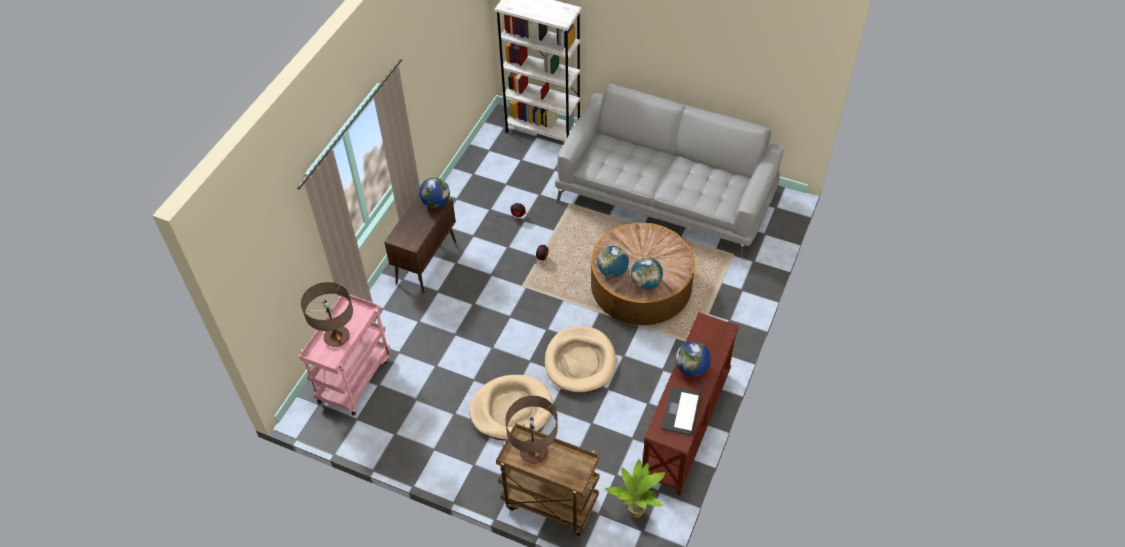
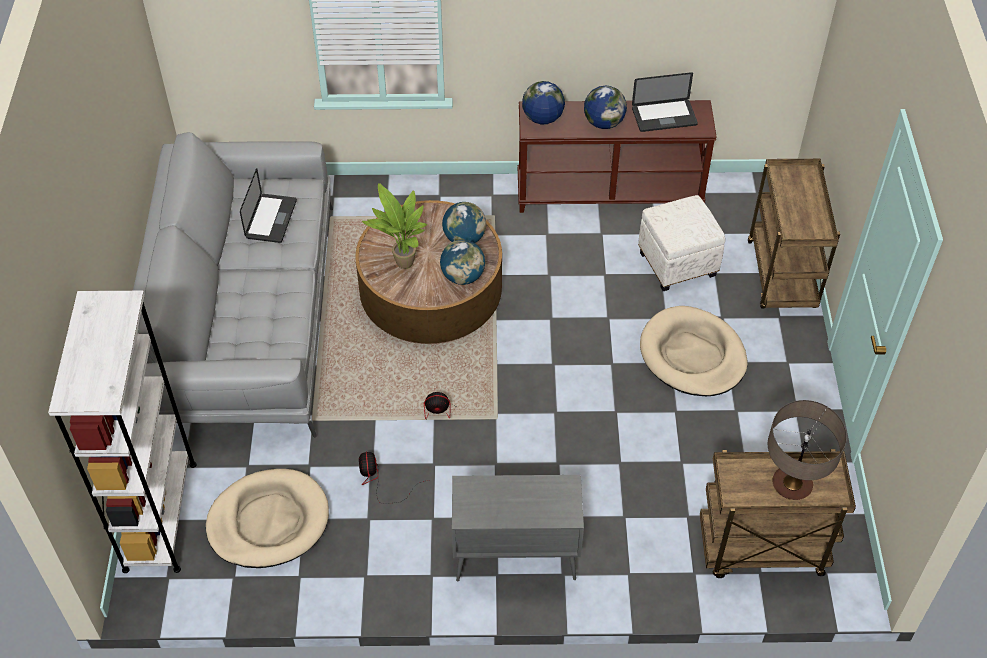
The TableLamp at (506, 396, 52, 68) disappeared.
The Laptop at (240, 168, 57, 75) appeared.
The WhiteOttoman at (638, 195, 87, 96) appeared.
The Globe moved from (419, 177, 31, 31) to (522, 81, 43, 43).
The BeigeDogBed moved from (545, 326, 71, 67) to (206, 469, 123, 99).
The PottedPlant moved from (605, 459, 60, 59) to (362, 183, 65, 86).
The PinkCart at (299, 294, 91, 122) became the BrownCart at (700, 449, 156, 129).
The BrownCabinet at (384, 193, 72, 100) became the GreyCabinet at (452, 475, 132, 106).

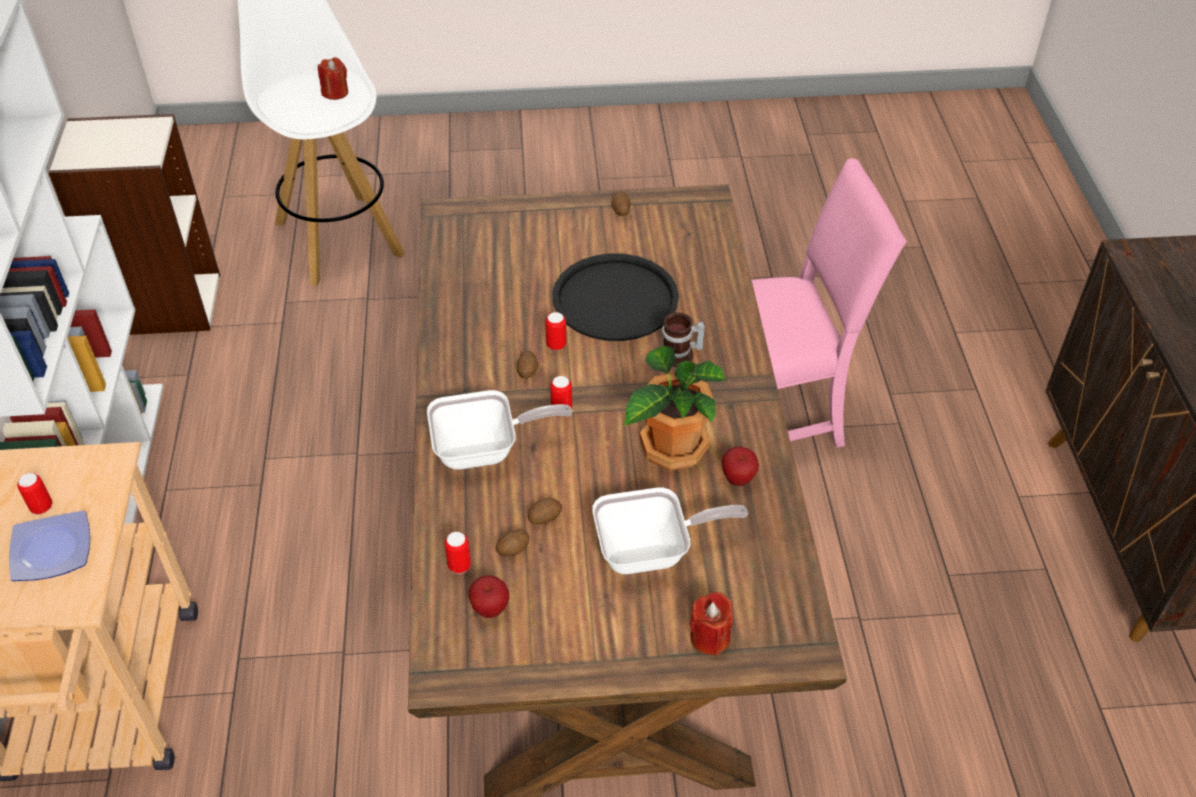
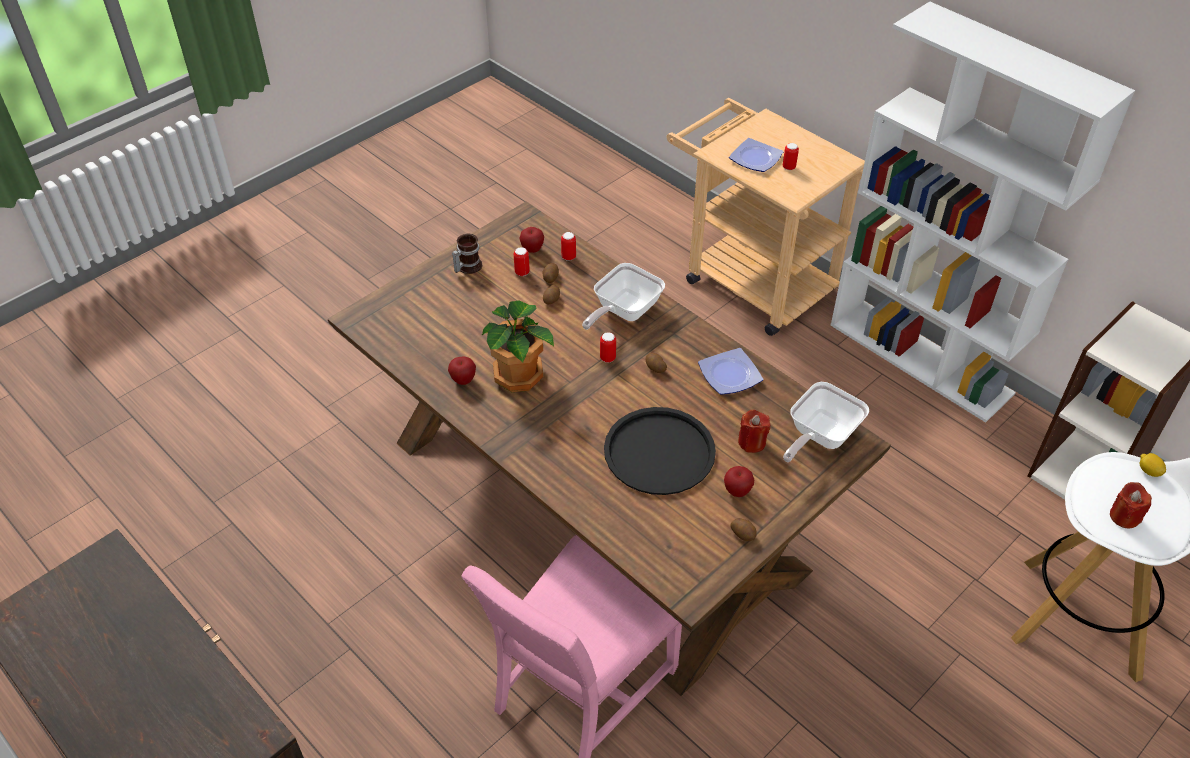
The Plate at (698, 348, 65, 47) appeared.
The Apple at (724, 466, 30, 31) appeared.
The Lemon at (1140, 453, 26, 24) appeared.
The Can moved from (545, 312, 21, 38) to (514, 247, 16, 29).
The FryingPan moved from (592, 488, 156, 86) to (783, 382, 86, 80).
The Mug moved from (662, 312, 43, 55) to (452, 234, 30, 40).
The RedCandle moved from (690, 592, 43, 64) to (738, 410, 32, 43).

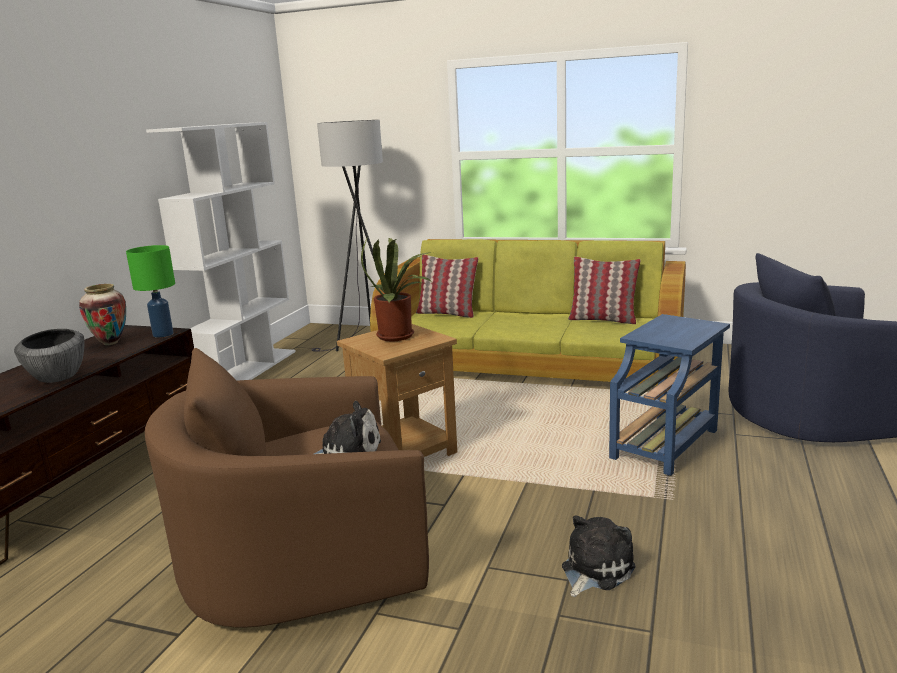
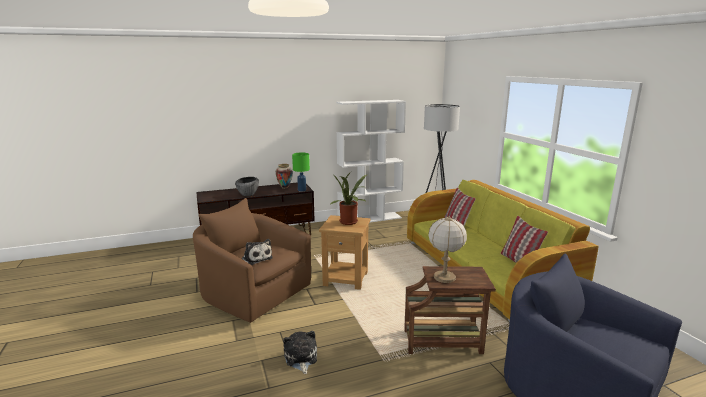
The TableLamp at (428, 216, 39, 67) appeared.
The BlueSideTable at (609, 314, 121, 162) became the BrownSideTable at (404, 266, 92, 88).
The PlushToy at (562, 515, 74, 82) turned 105 degrees counterclockwise.

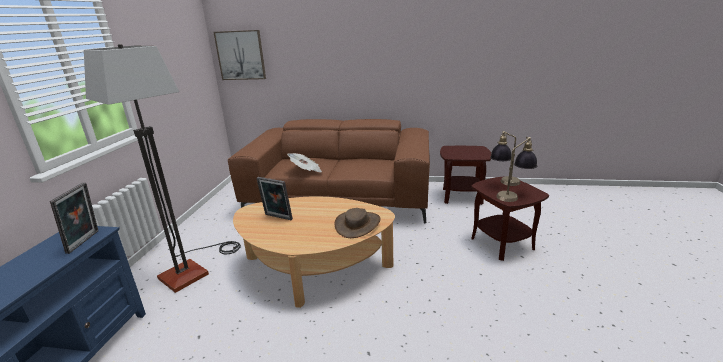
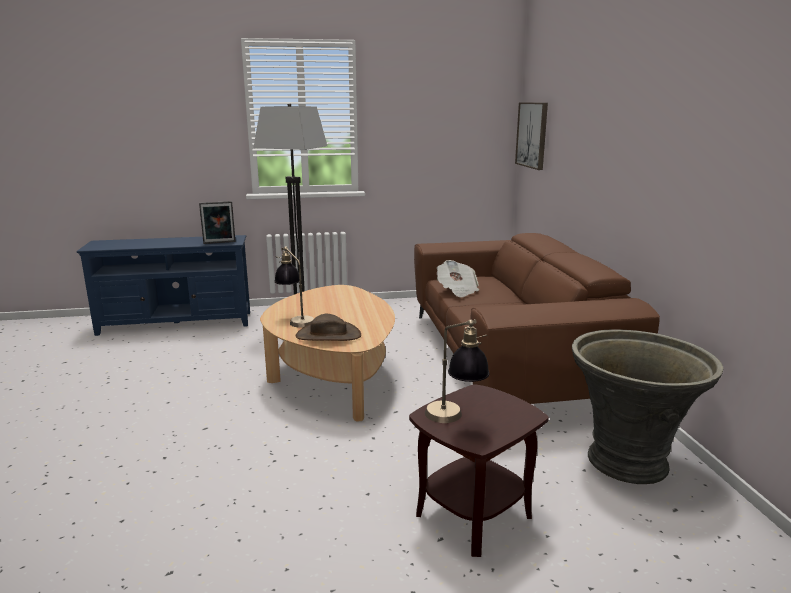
The PictureFrame at (256, 177, 37, 43) disappeared.
The TableLamp moved from (490, 131, 30, 55) to (274, 247, 40, 81).
The BrownSideTable at (440, 146, 51, 59) was replaced by the GreyPlanter at (572, 329, 152, 155).

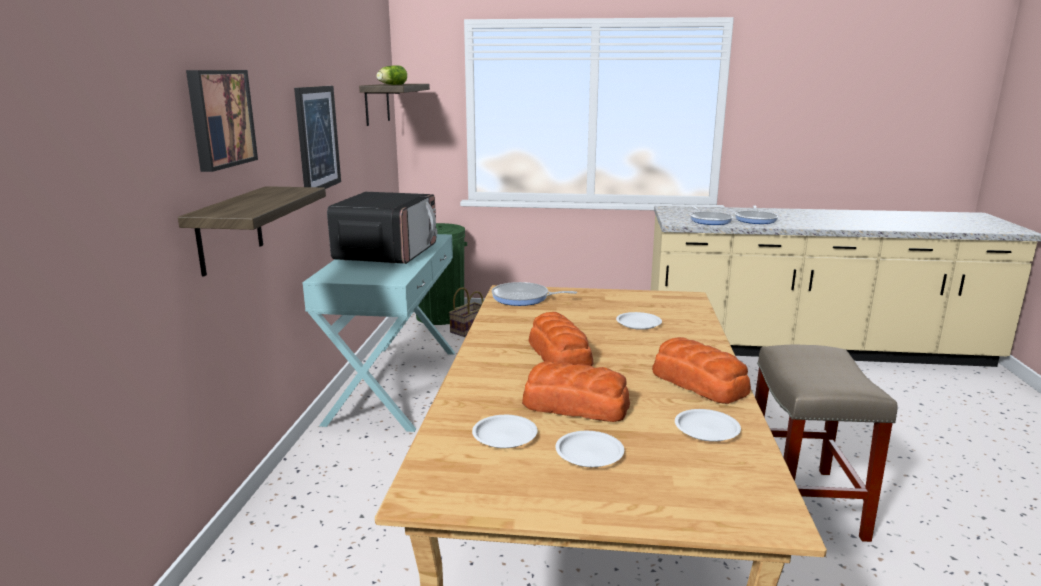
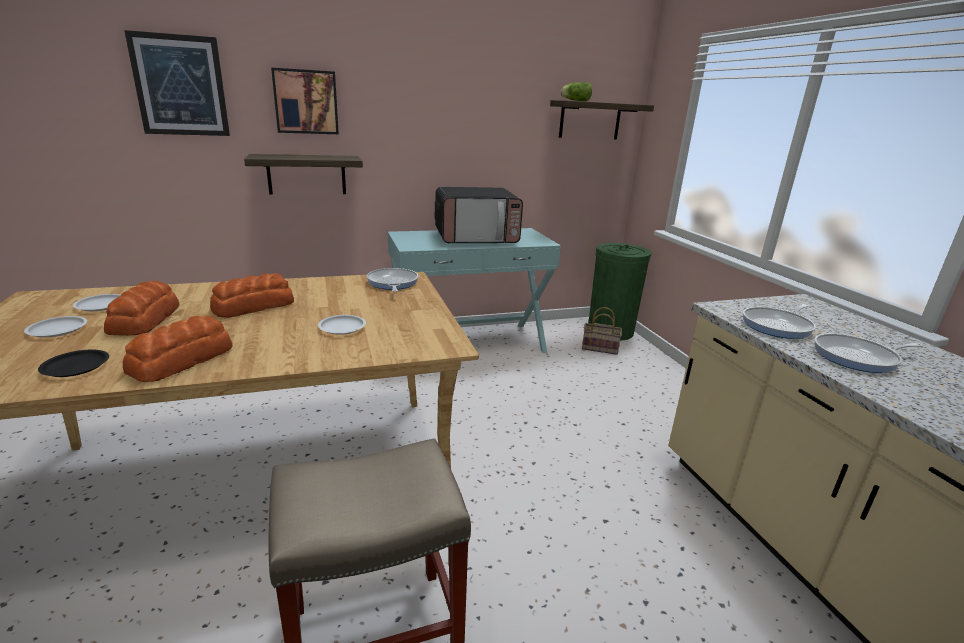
The Picture moved from (294, 86, 47, 103) to (124, 30, 106, 106).
The WhitePlate at (675, 409, 66, 33) became the BlackPlate at (38, 350, 71, 27).

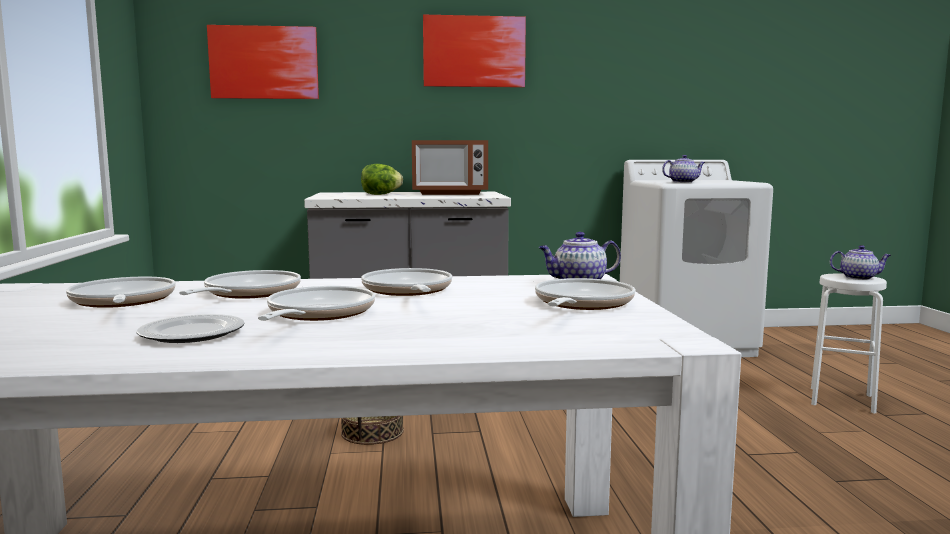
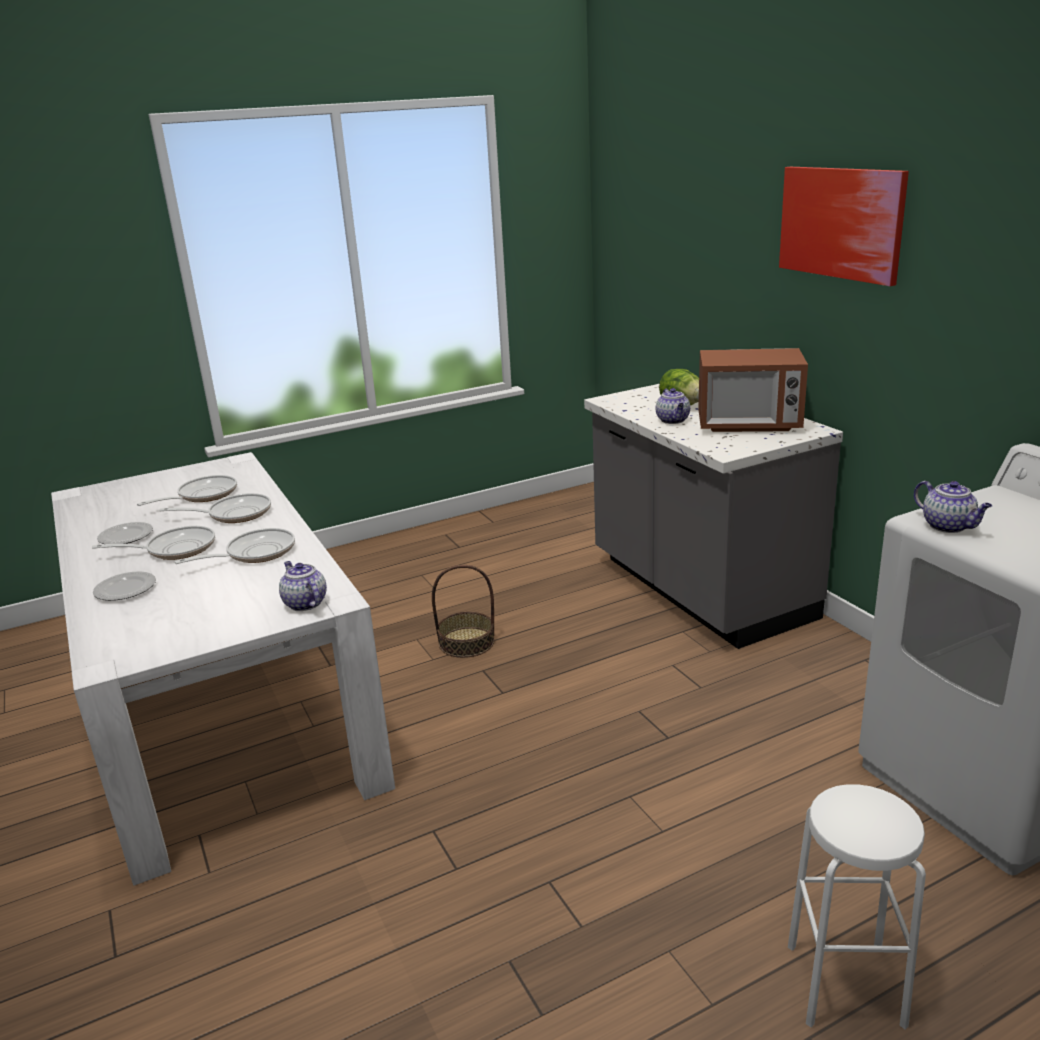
The Picture at (207, 25, 112, 74) disappeared.
The FryingPan at (535, 278, 100, 32) disappeared.
The Plate at (93, 571, 63, 30) appeared.
The Teapot moved from (830, 245, 61, 35) to (656, 388, 34, 36).
The Microwave at (412, 140, 76, 55) turned 60 degrees counterclockwise.

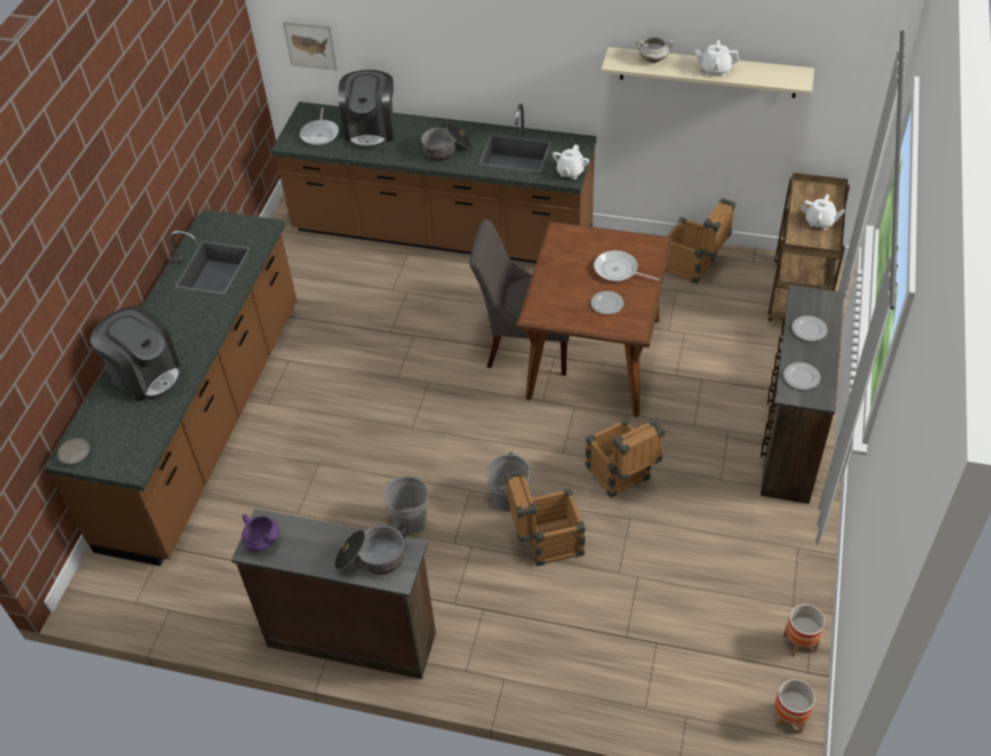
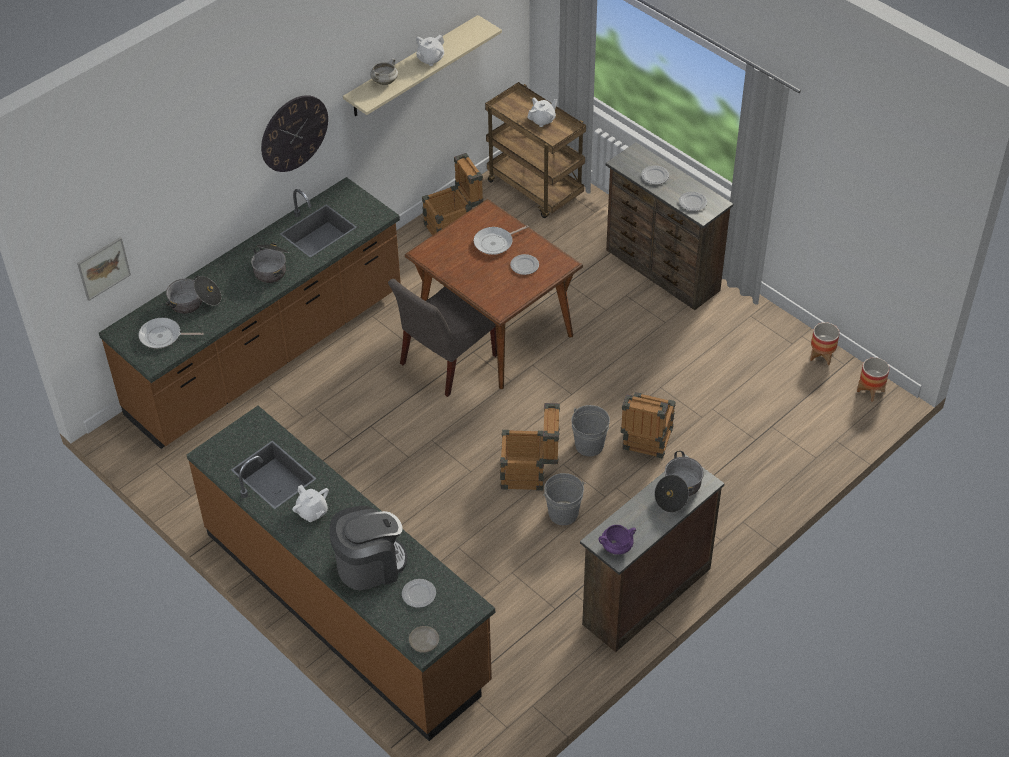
The WallClock at (261, 95, 67, 77) appeared.
The Plate at (402, 579, 34, 29) appeared.
The WhiteTeapot moved from (552, 145, 37, 34) to (292, 485, 37, 37).
The Crate moved from (585, 418, 80, 80) to (500, 403, 60, 88).
The CoffeeMachine at (338, 70, 57, 80) was replaced by the CookingPot at (165, 276, 56, 38).
The FryingPan at (300, 107, 39, 38) turned 150 degrees clockwise.

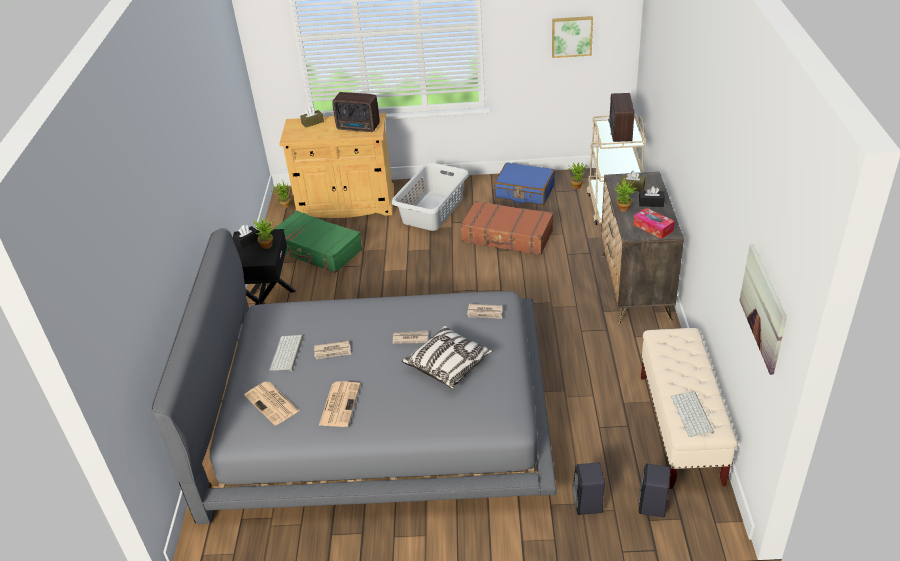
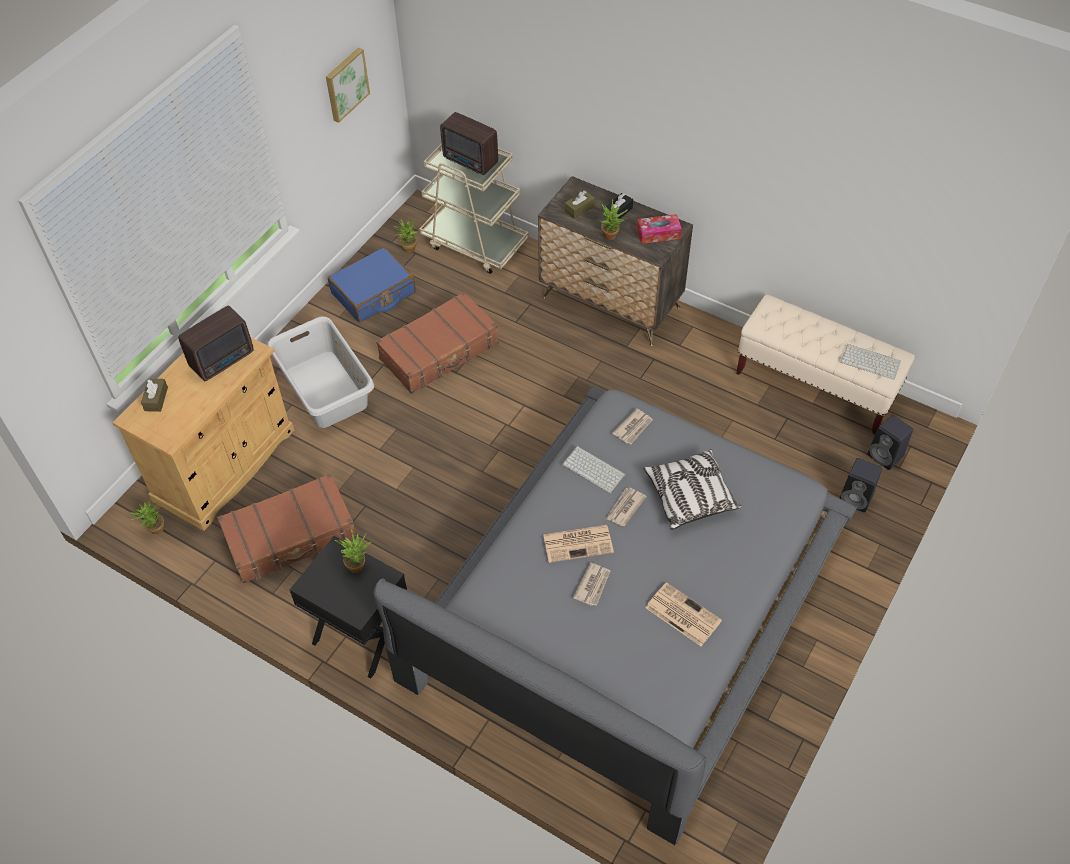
The BlackTissueBox at (233, 225, 26, 24) disappeared.
The Picture at (739, 244, 48, 131) disappeared.
The Newspaper moved from (244, 381, 56, 45) to (543, 525, 71, 38).
The Keyboard moved from (269, 335, 34, 36) to (563, 446, 63, 47).
The GreenSuitcase at (275, 210, 88, 63) became the BrownSuitcase at (217, 473, 140, 110).

